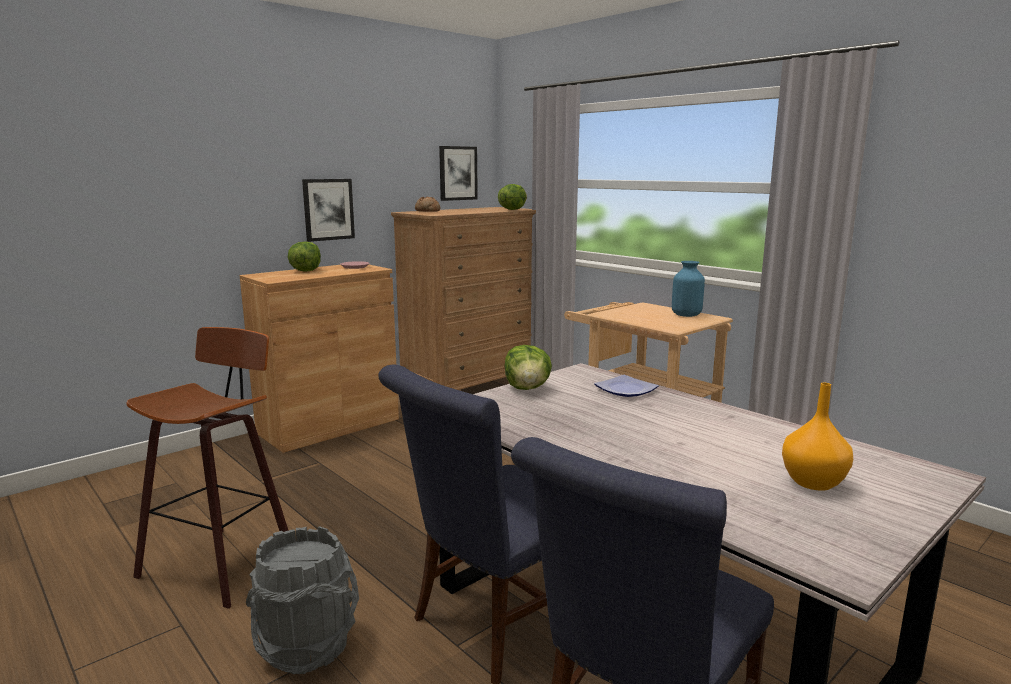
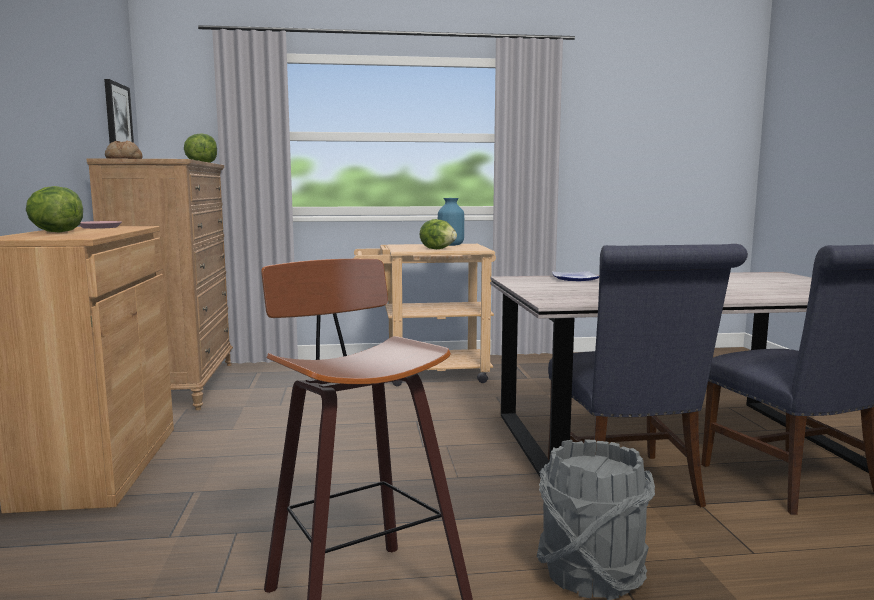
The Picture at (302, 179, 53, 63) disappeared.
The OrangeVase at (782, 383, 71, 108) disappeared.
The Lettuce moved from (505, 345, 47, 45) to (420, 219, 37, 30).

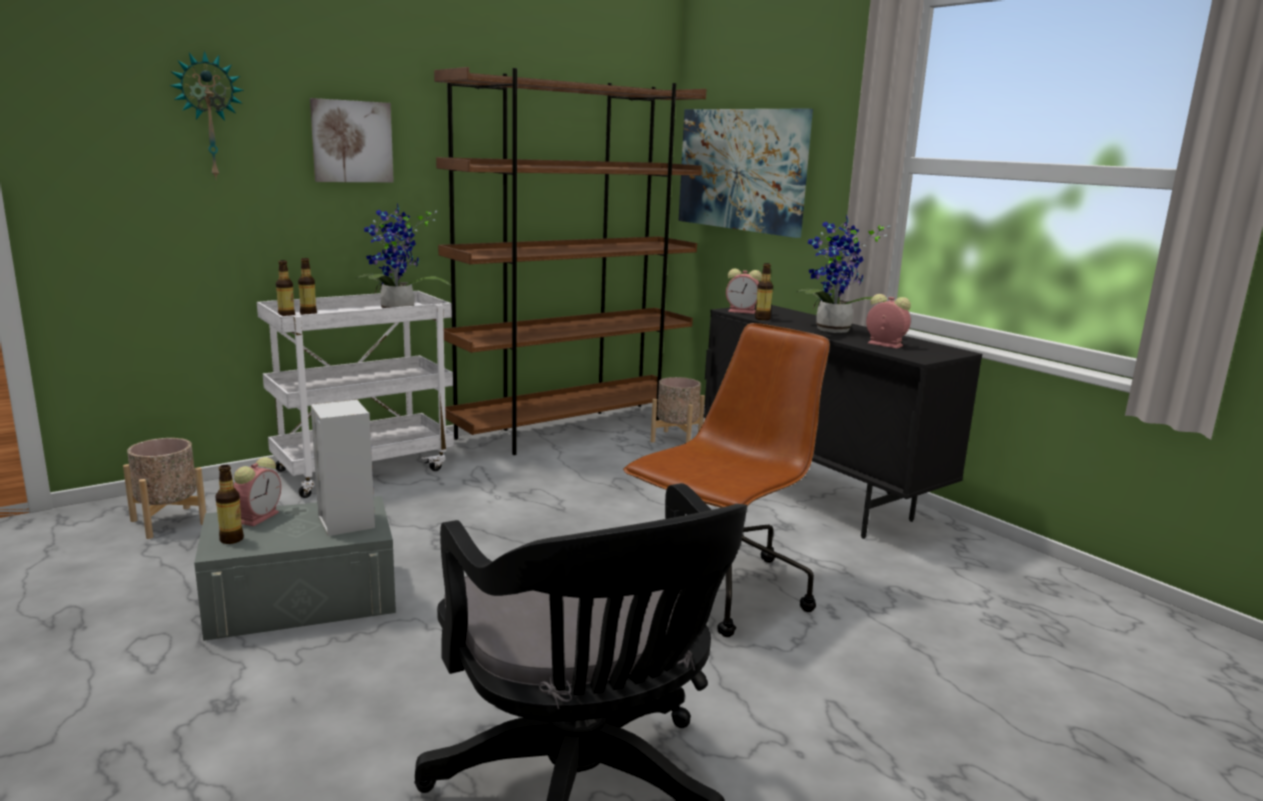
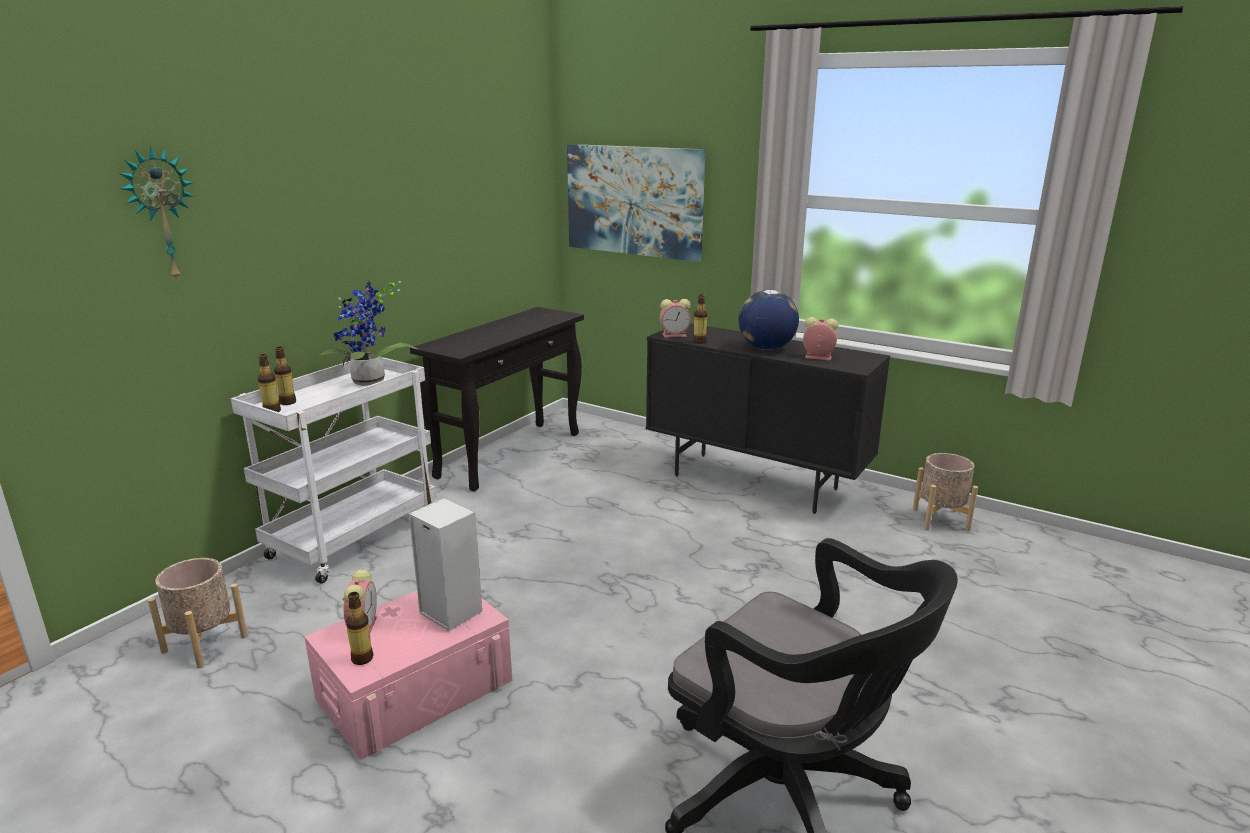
The Picture at (310, 98, 84, 84) disappeared.
The BrownOfficeChair at (623, 323, 207, 314) disappeared.
The BeigePlanter moved from (651, 377, 54, 66) to (913, 453, 65, 78).
The BrownBookcase at (434, 67, 273, 388) was replaced by the BlackConsoleTable at (410, 307, 174, 184).
The PottedPlant at (797, 215, 94, 118) was replaced by the Globe at (739, 290, 60, 60).
The GreyStorageBox at (194, 496, 202, 145) became the PinkStorageBox at (304, 591, 208, 169).

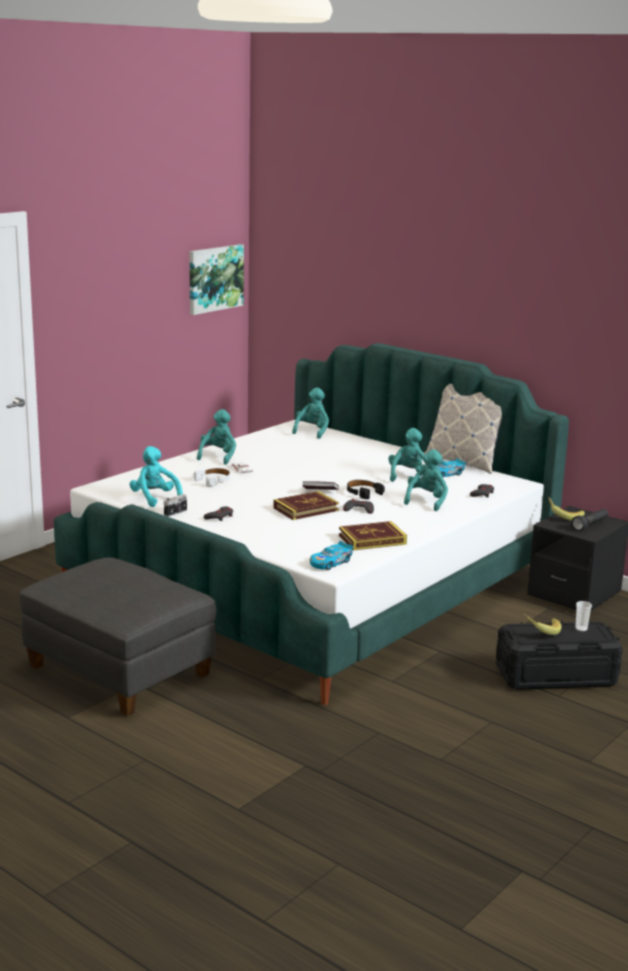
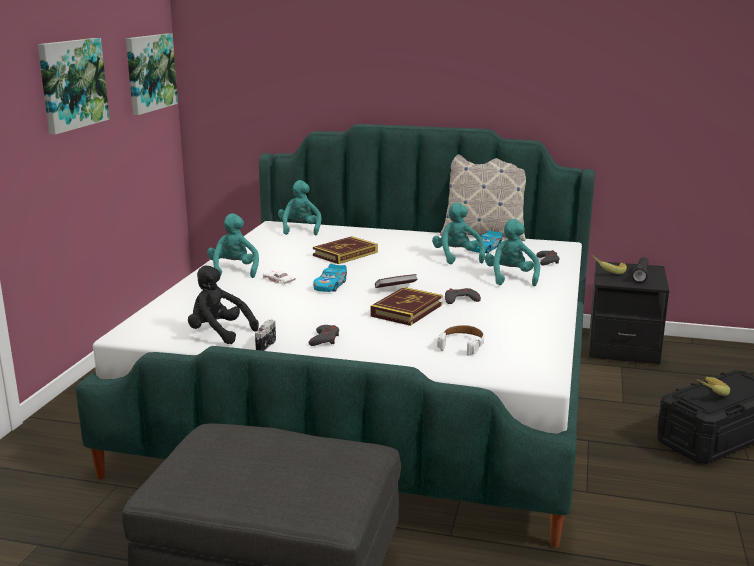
The BlackHeadphones at (347, 480, 38, 20) disappeared.
The Cup at (575, 601, 17, 30) disappeared.
The Picture at (38, 38, 72, 97) appeared.
The WhiteHeadphones moved from (194, 468, 36, 19) to (437, 325, 47, 31).
The ToyCar moved from (310, 541, 43, 29) to (313, 264, 34, 28).
The Book moved from (339, 521, 68, 29) to (313, 236, 65, 28).
The TurquoisePlushToy at (130, 446, 53, 61) became the BlackPlushToy at (188, 266, 71, 78).

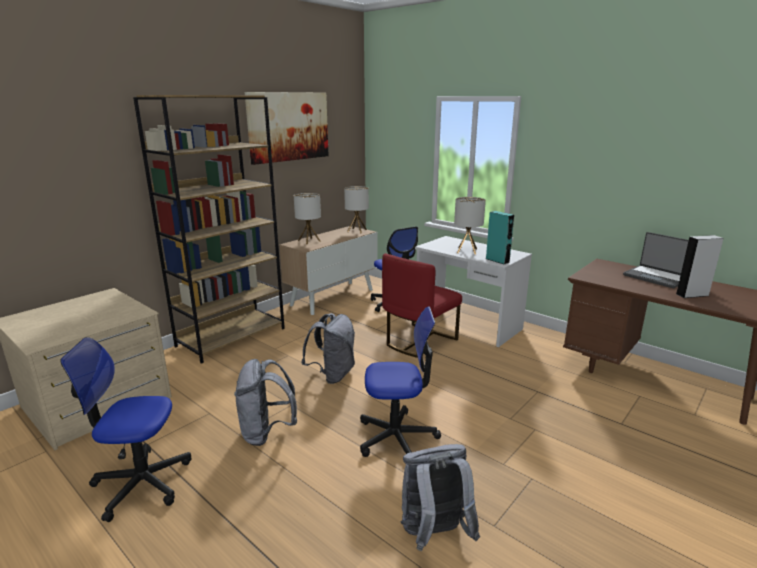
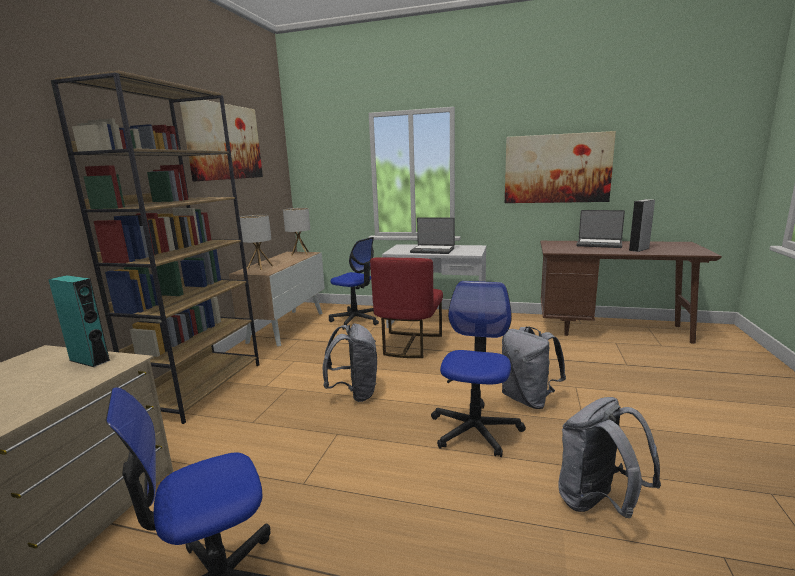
The Picture at (505, 131, 111, 72) appeared.
The GreyBackpack moved from (234, 359, 63, 87) to (502, 327, 64, 82).
The TurquoiseSpeaker moved from (486, 211, 28, 54) to (48, 275, 63, 92).
The TableLamp at (454, 197, 32, 57) was replaced by the Laptop at (410, 217, 45, 37).
The OfficeChair at (360, 306, 81, 151) turned 45 degrees counterclockwise.

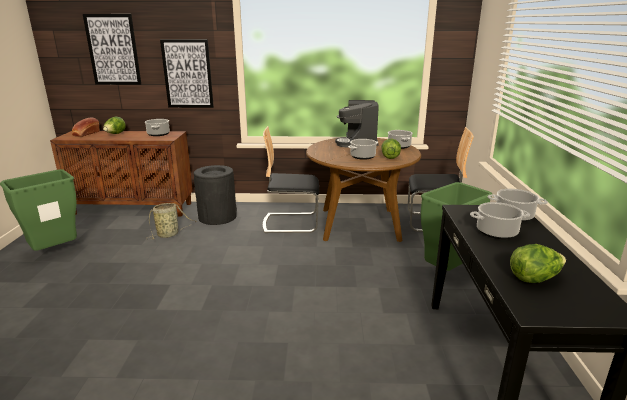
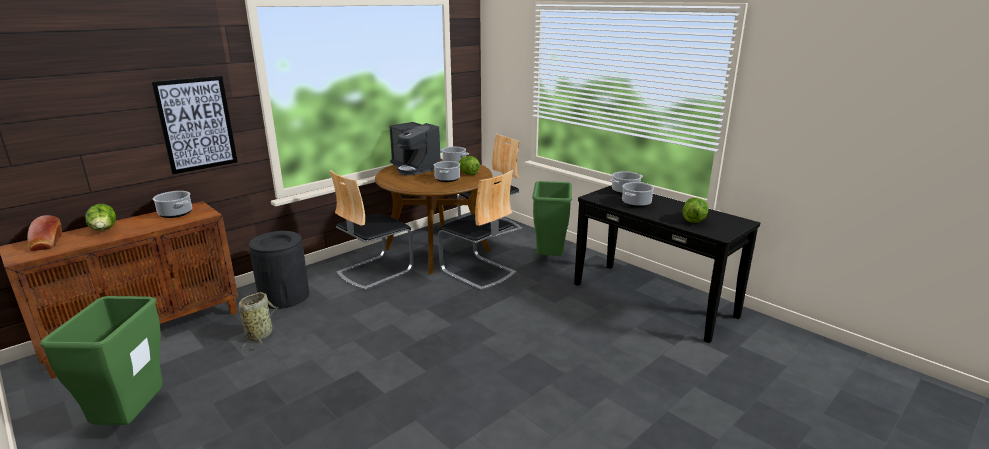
The Picture at (83, 14, 58, 71) disappeared.
The Chair at (438, 170, 78, 121) appeared.

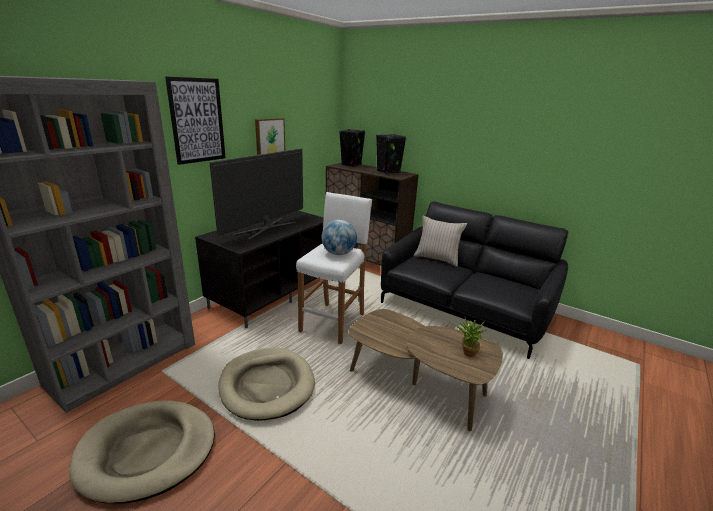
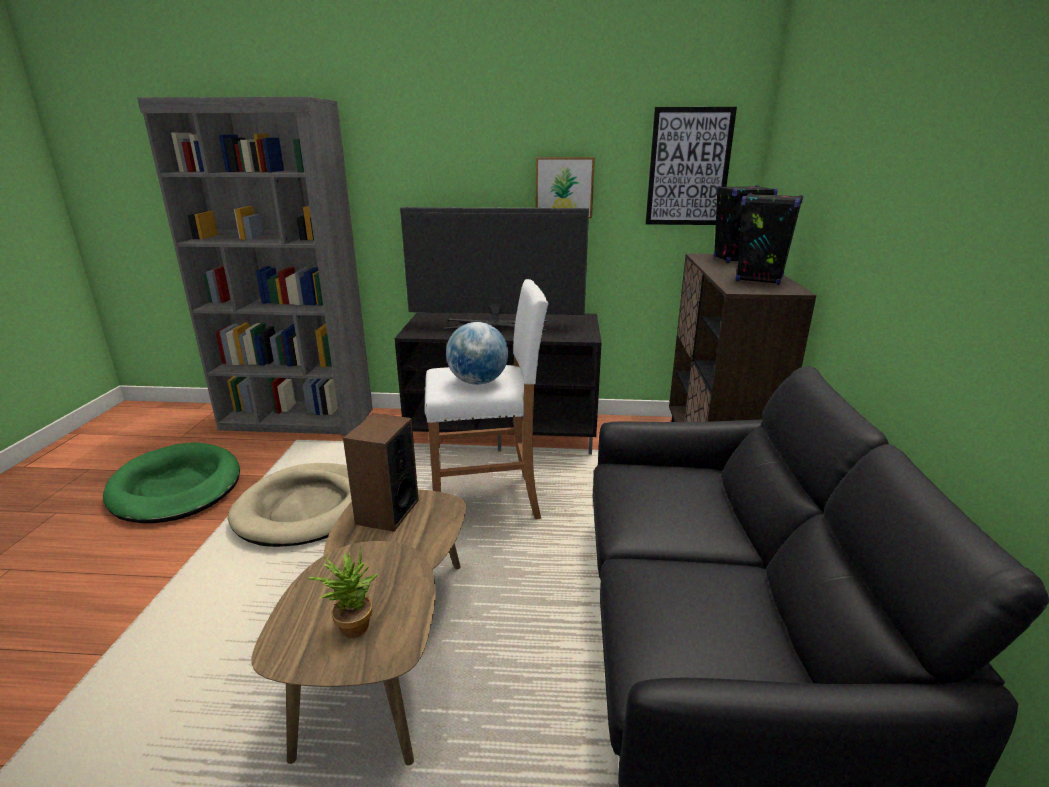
The BeigePillow at (414, 216, 53, 51) disappeared.
The Speaker at (343, 413, 76, 119) appeared.
The Picture moved from (165, 76, 61, 89) to (645, 107, 92, 118).
The BeigeDogBed at (69, 401, 146, 103) became the GreenDogBed at (103, 442, 137, 81).

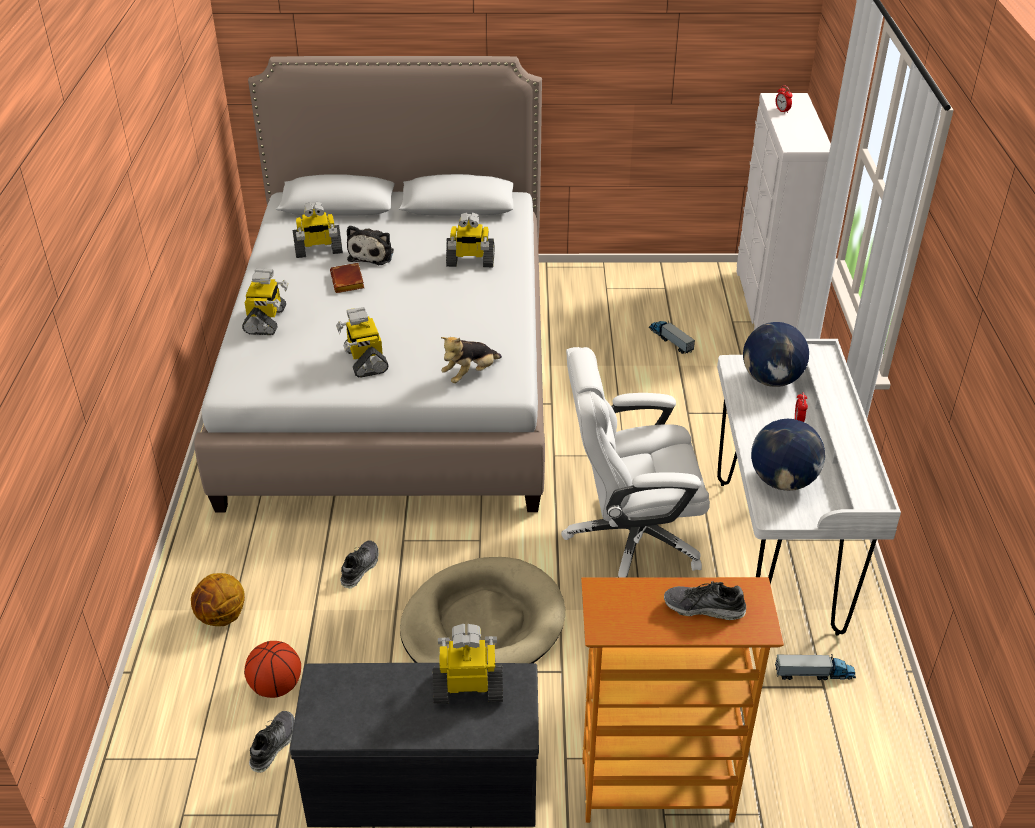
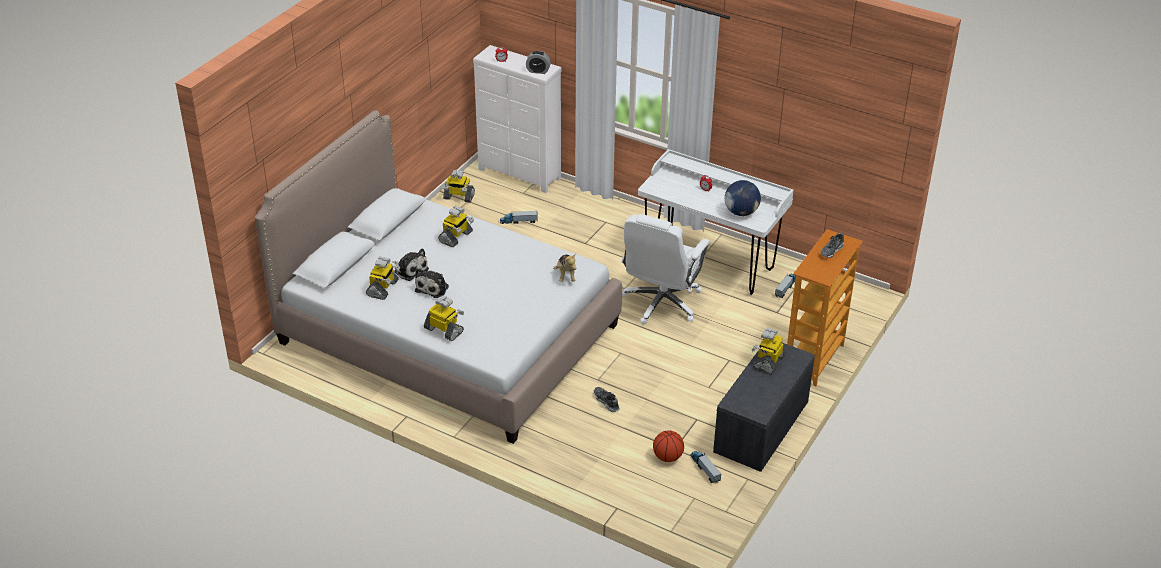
The Basketball at (191, 573, 54, 53) disappeared.
The BeigeDogBed at (400, 557, 165, 106) disappeared.
The Globe at (743, 322, 66, 65) disappeared.
The AlarmClock at (526, 51, 25, 23) appeared.
The ToyRobot moved from (336, 307, 53, 71) to (443, 170, 32, 33).
The Shoe at (249, 711, 46, 62) was replaced by the ToyTruck at (690, 451, 31, 33).
The BrownBook at (330, 263, 35, 30) was replaced by the PlushToy at (415, 268, 34, 30).

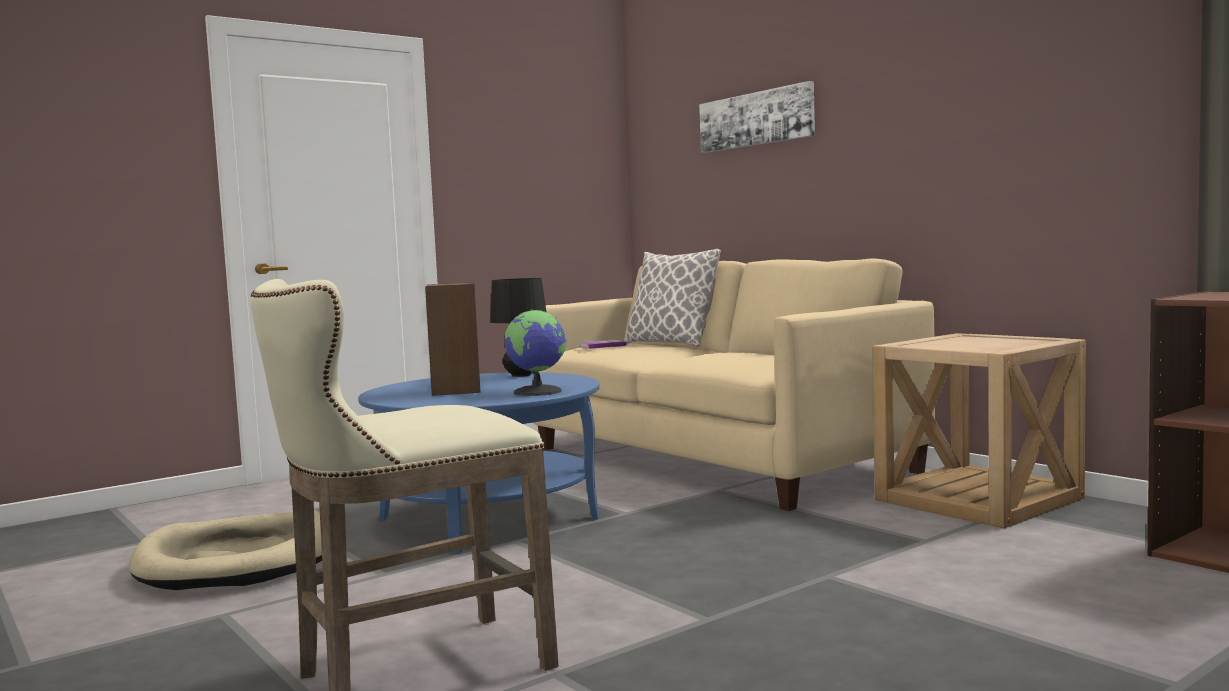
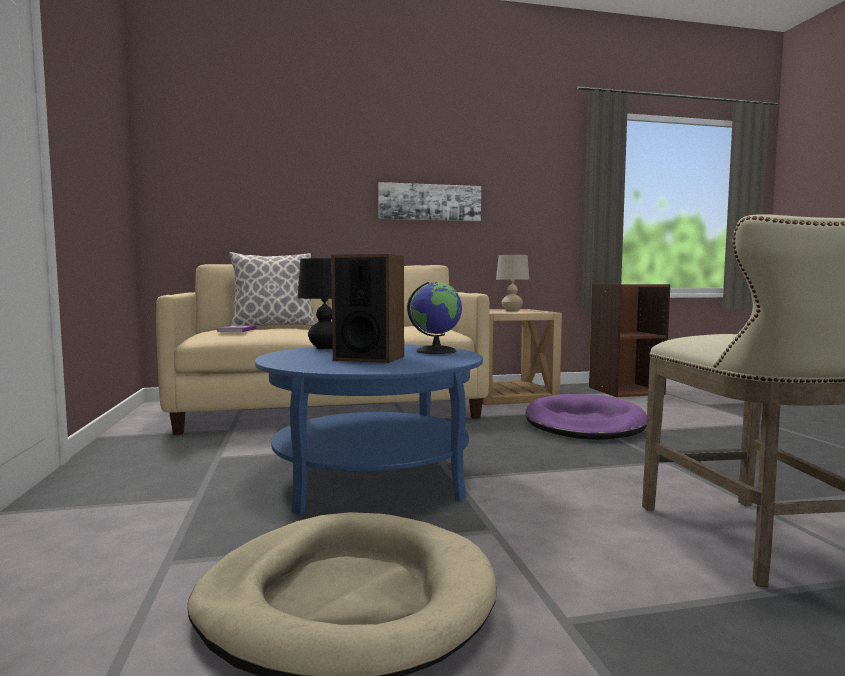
The BeigeTableLamp at (496, 255, 33, 57) appeared.
The PurpleDogBed at (526, 394, 121, 46) appeared.
The Picture moved from (699, 81, 116, 72) to (378, 182, 103, 39).

